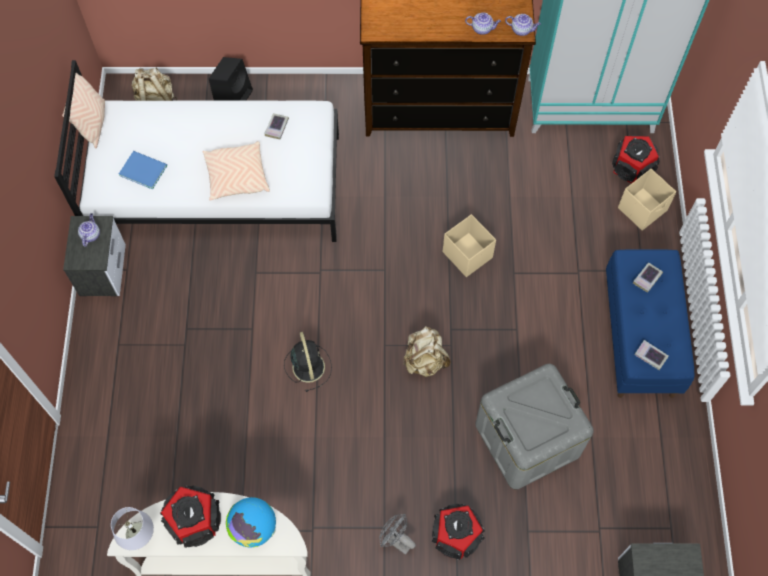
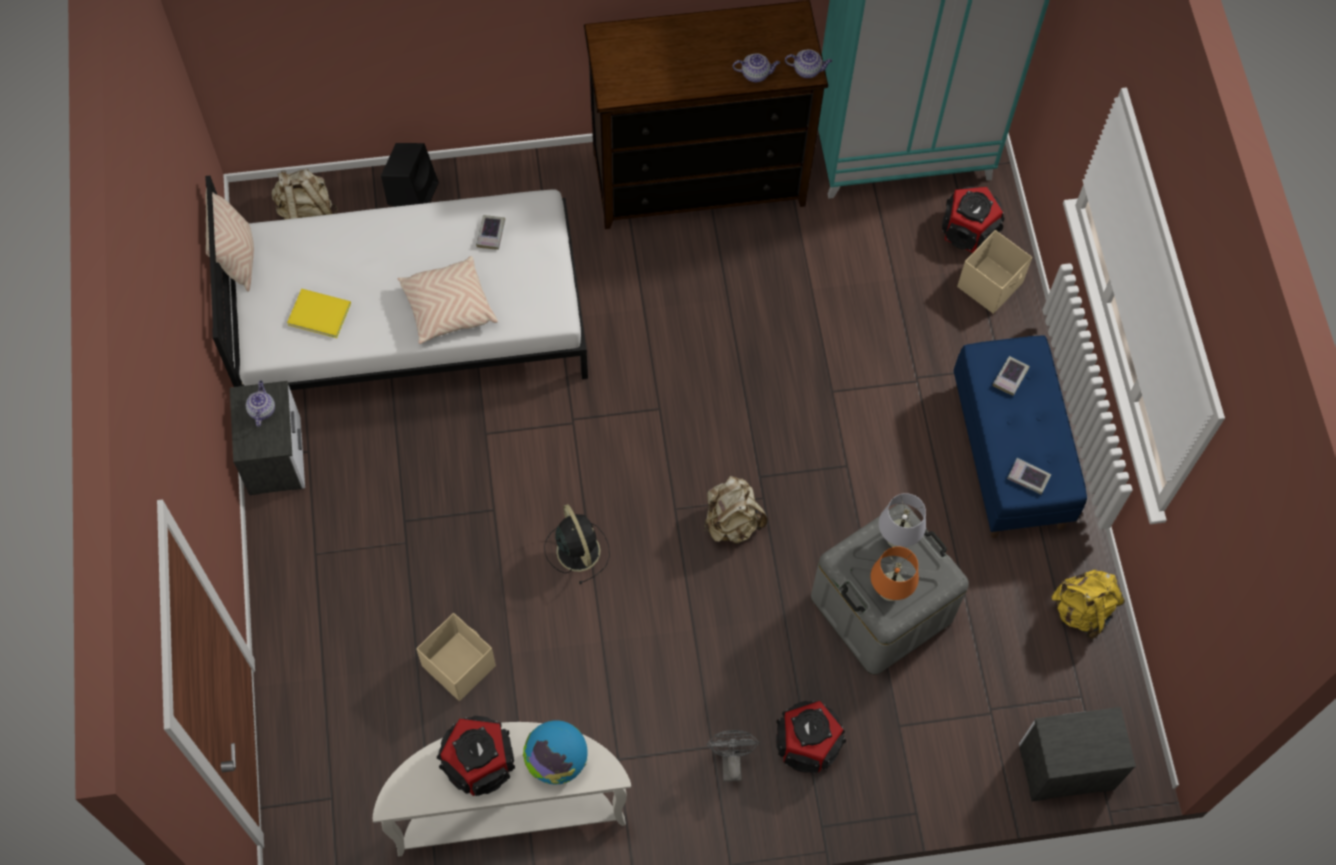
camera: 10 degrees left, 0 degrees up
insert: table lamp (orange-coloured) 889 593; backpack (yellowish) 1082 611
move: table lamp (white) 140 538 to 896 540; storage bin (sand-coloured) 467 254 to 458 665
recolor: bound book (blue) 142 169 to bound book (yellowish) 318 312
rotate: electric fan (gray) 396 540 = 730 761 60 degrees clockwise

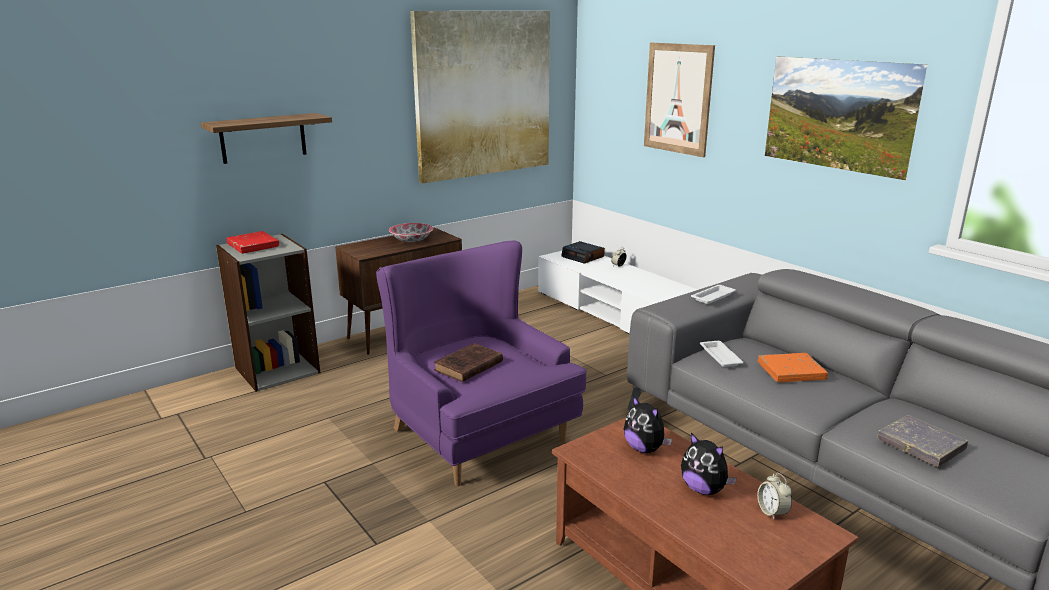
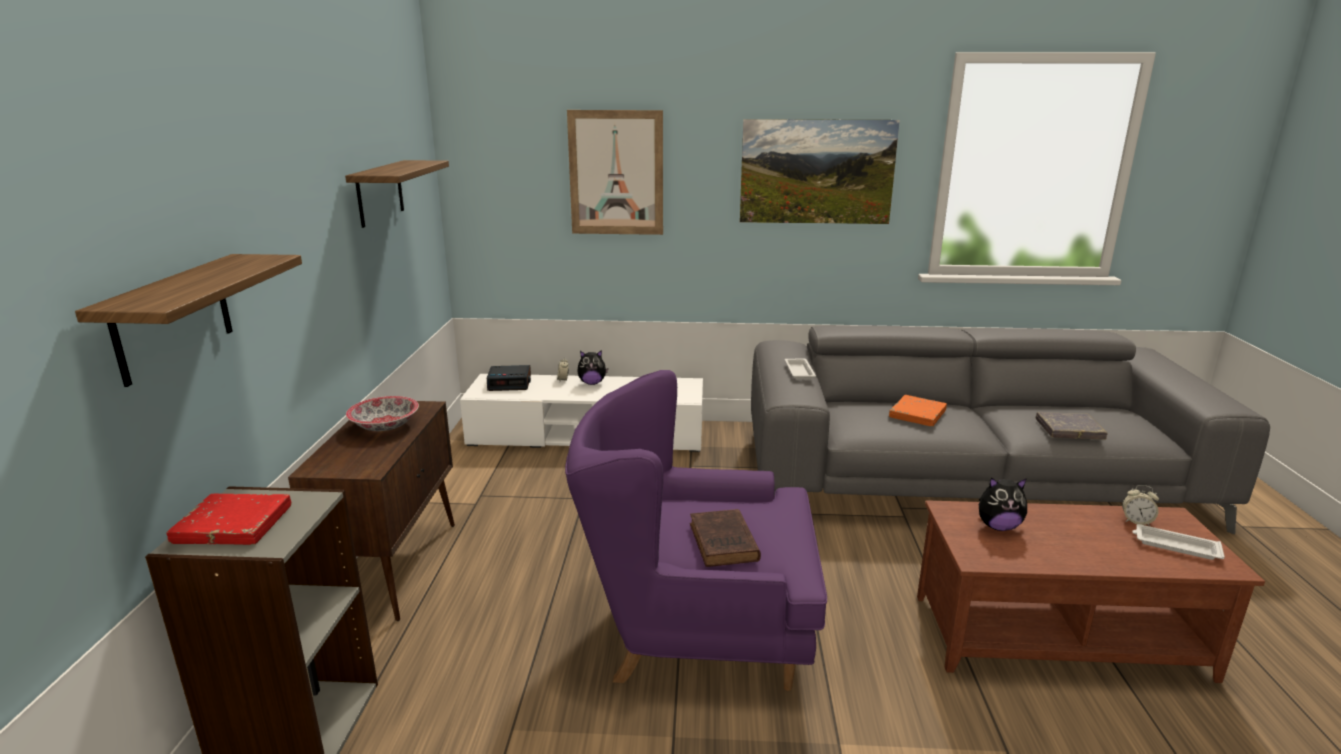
camera: 50 degrees left, 0 degrees up
move: soft toy 704 489 to 592 383; tray (white) 719 356 to 1175 546
replace: wall picture 483 94 to shelf 380 193

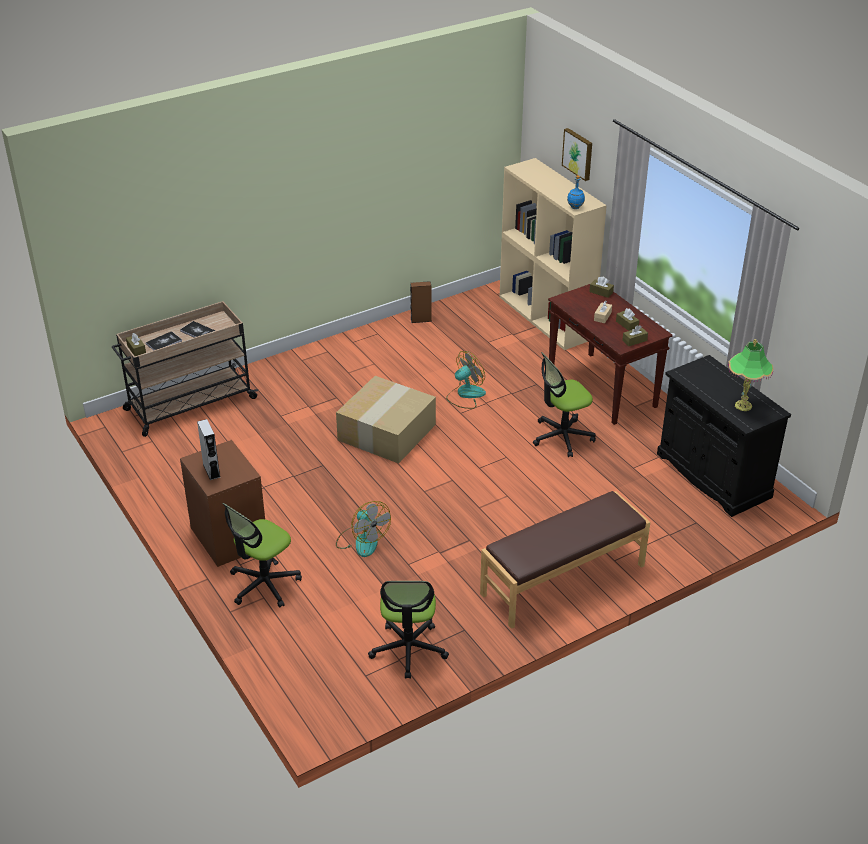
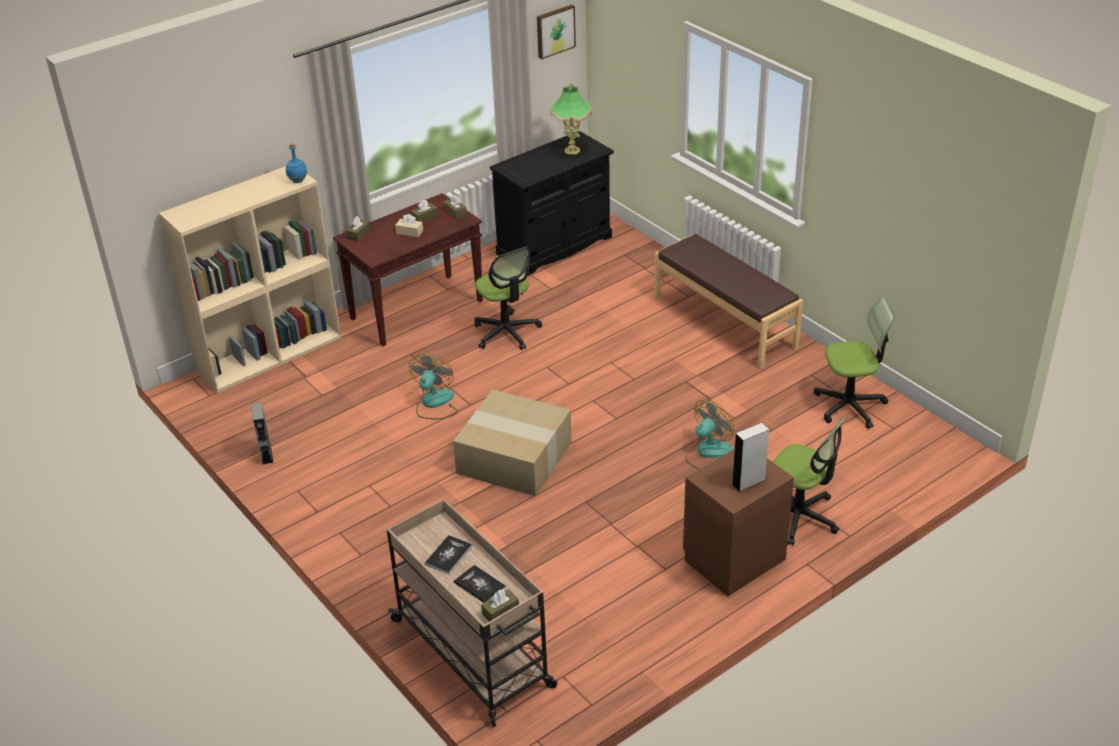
camera: 95 degrees left, 0 degrees up
move: wall picture 578 153 to 554 31
recolor: loudspeaker (brown) 421 320 to loudspeaker (gray) 266 455
rotate: electric fan 465 395 = 434 404 60 degrees clockwise

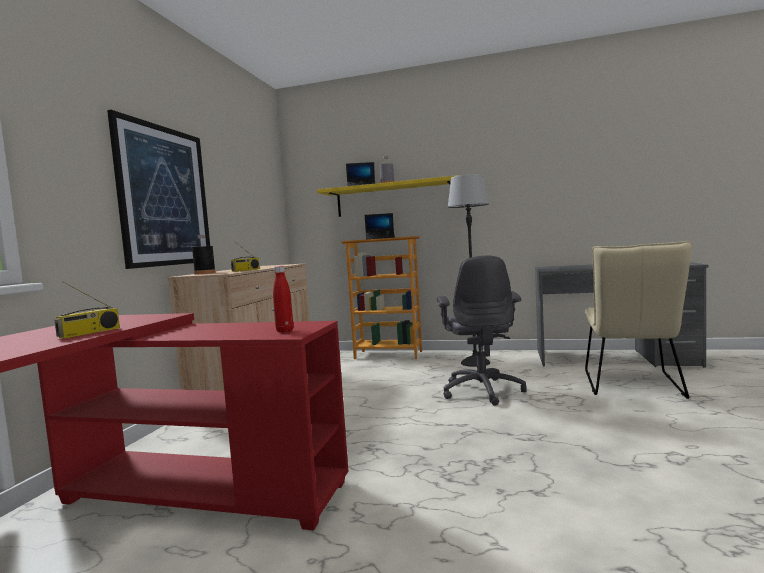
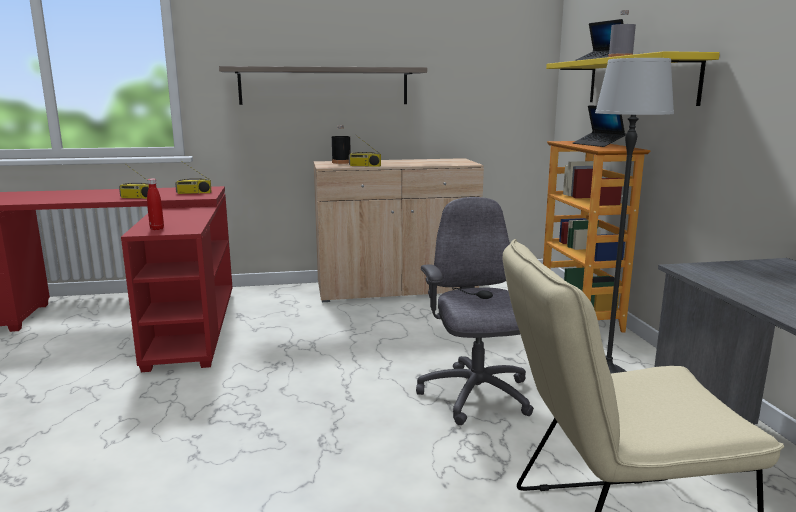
camera: 65 degrees right, 10 degrees up
insert: radio 193 193
replace: wall picture 165 196 to shelf 324 86
rotate: computer chair (gray) 482 390 = 476 396 105 degrees clockwise

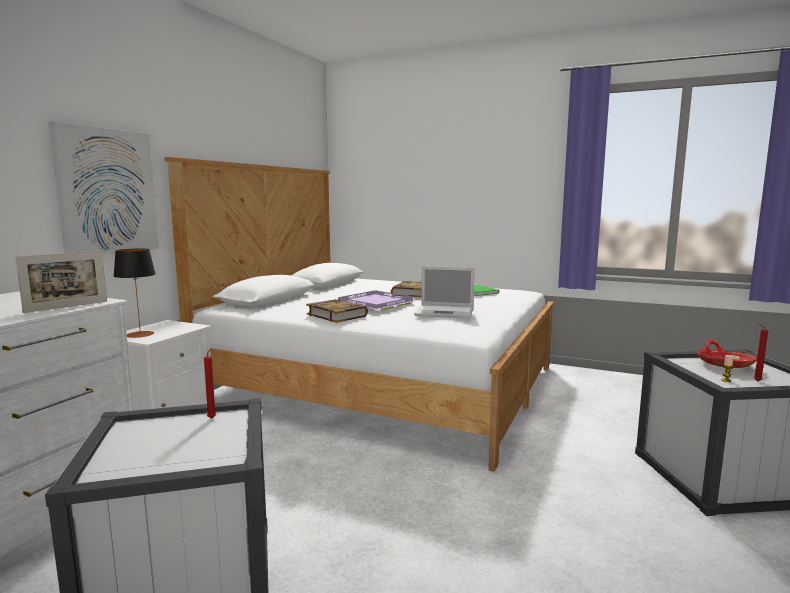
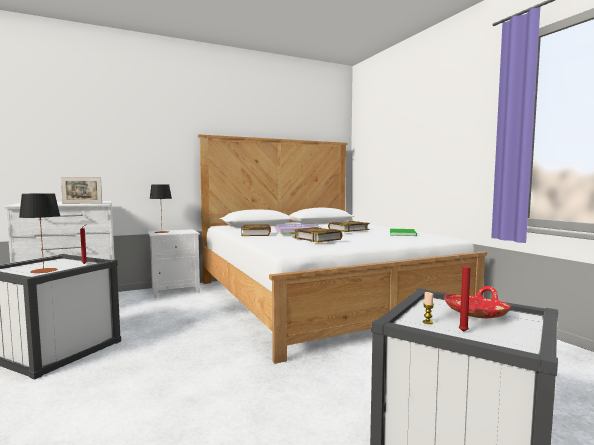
camera: 40 degrees right, 5 degrees down
delete: wall picture 108 191
insert: table lamp 43 270
replace: laptop 446 312 to bound book 317 238

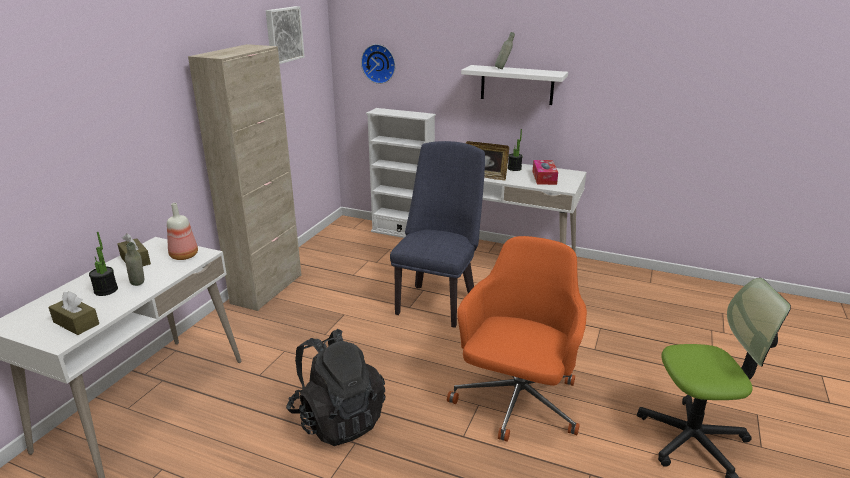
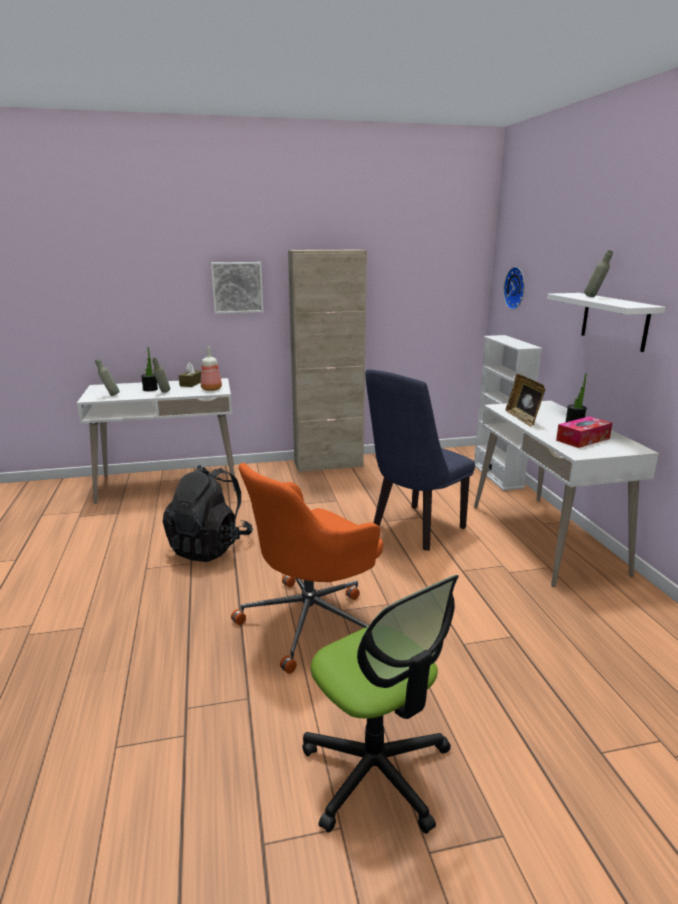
camera: 55 degrees right, 5 degrees down
move: wall picture 283 34 to 237 287
replace: tissue holder (brown) 76 323 to beverage bottle (gray) 110 395
rotate: upright chair (blue) 438 301 = 414 529 150 degrees clockwise; computer chair (orange-coloured) 516 403 = 312 620 150 degrees clockwise

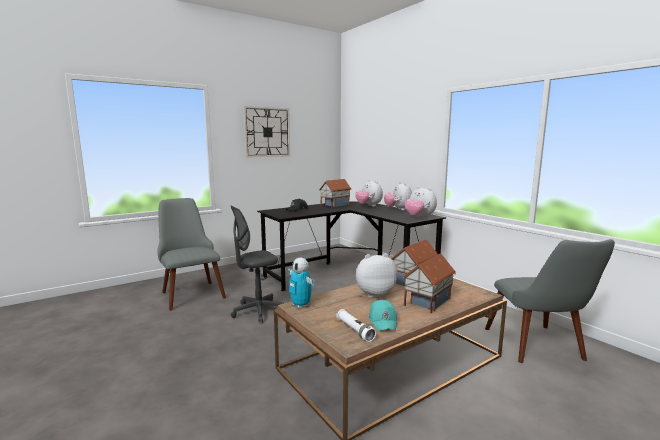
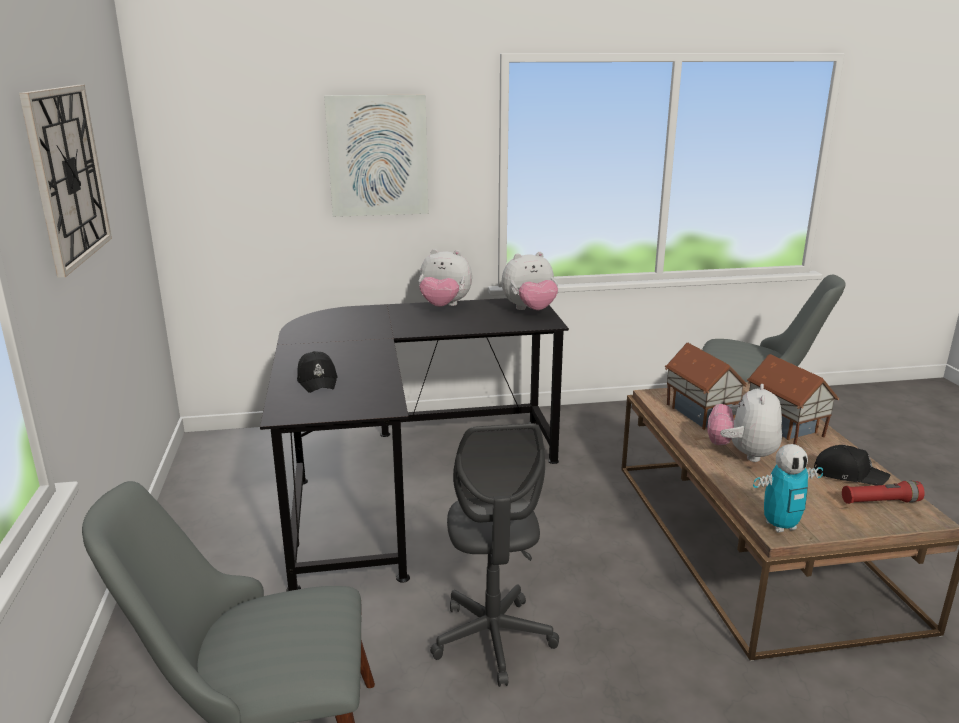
camera: 65 degrees left, 10 degrees up
delete: toy house 334 205; soft toy 369 206
insert: wall picture 377 156
recolor: torch (white) 355 330 to torch (red) 880 502; peaked cap (turquoise) 383 321 to peaked cap (black) 848 474

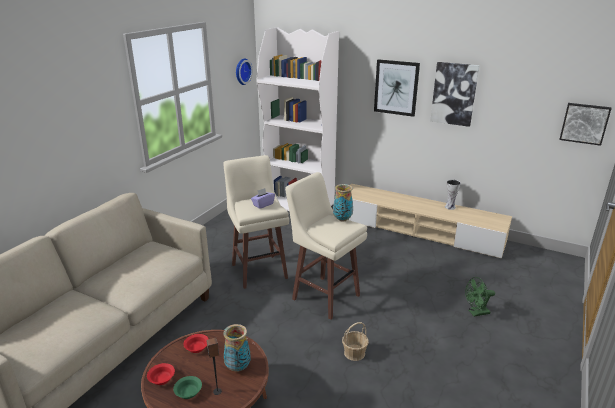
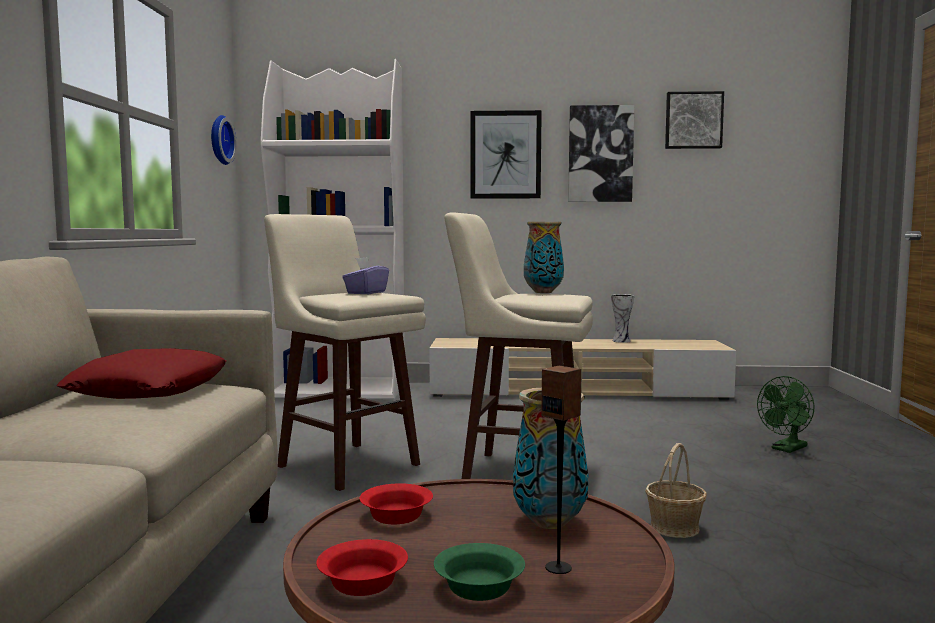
camera: 25 degrees left, 20 degrees down
insert: cushion (red) 149 389
move: wall picture 584 123 to 693 120

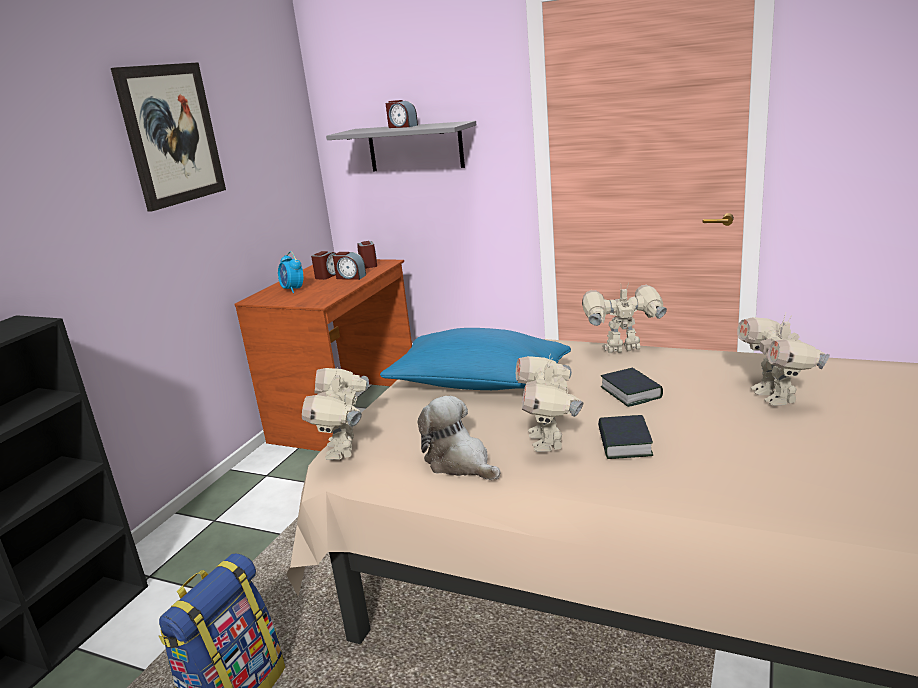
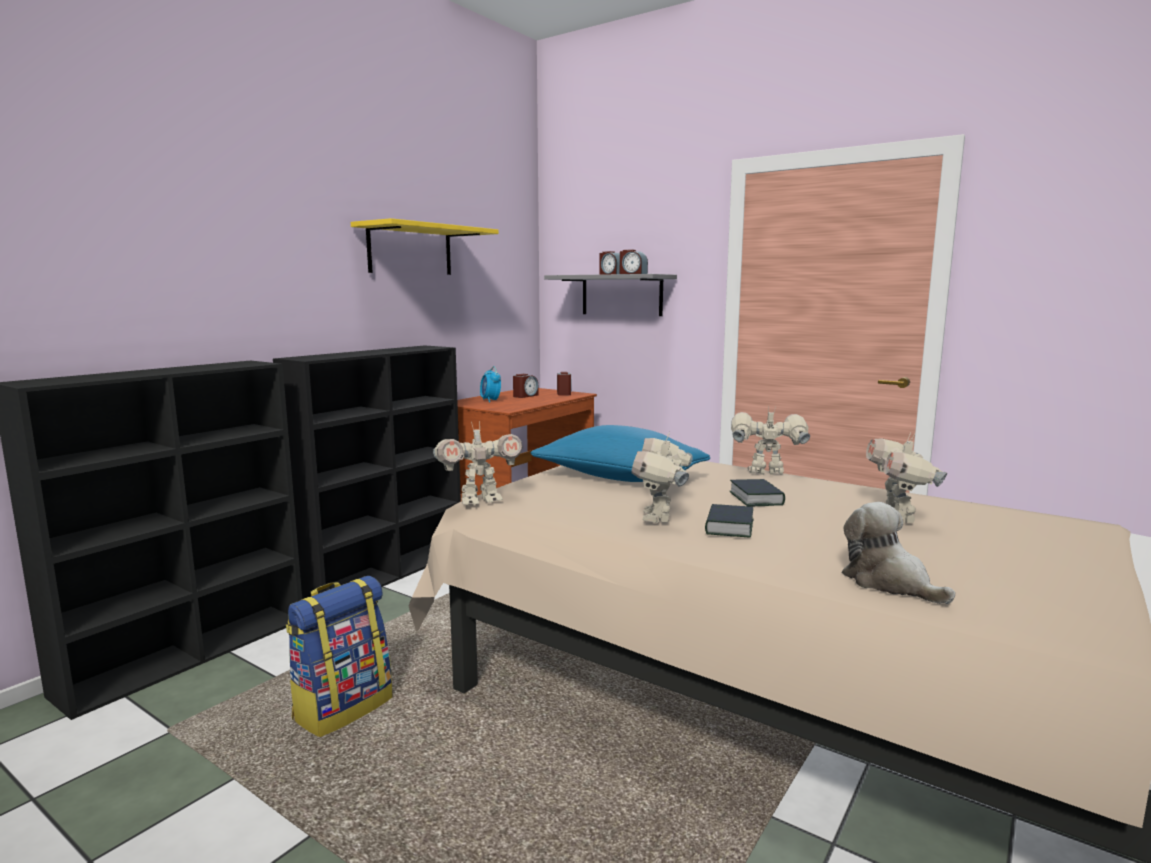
camera: 10 degrees right, 10 degrees down
insert: shelving unit (black) 386 573
move: table clock 350 277 to 632 274; soft toy 460 463 to 889 583
replace: wall picture 171 135 to shelf (yellowish) 410 250
rotate: model robot 344 449 = 479 500 120 degrees counterclockwise

